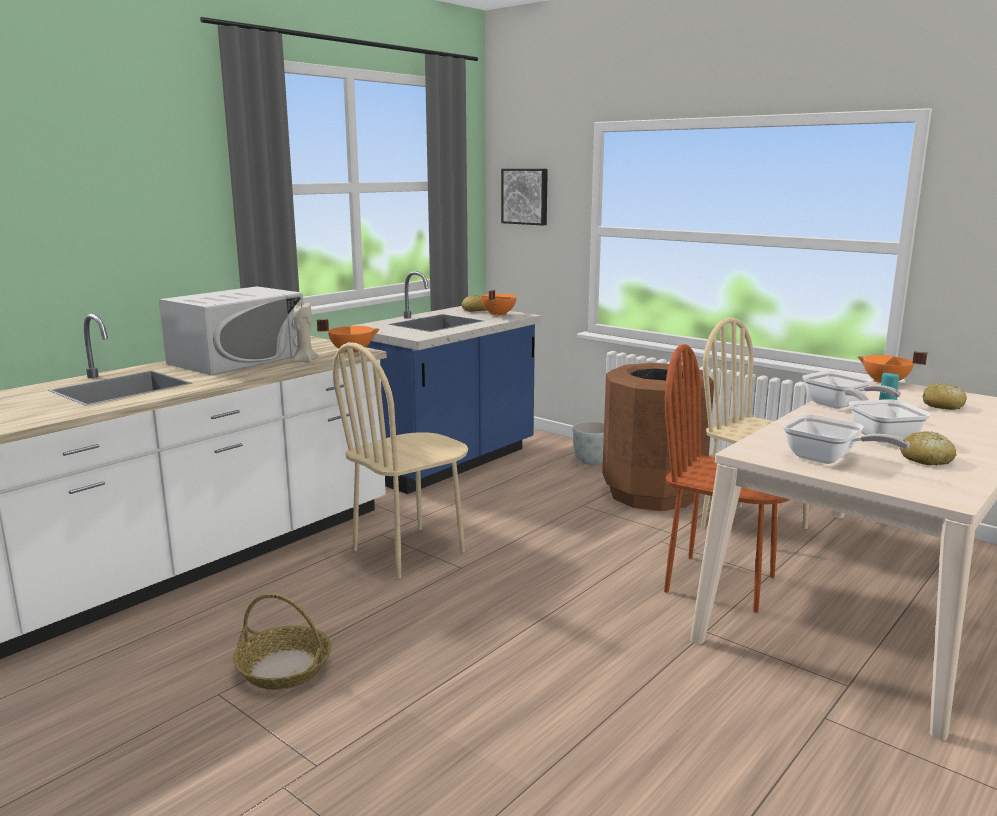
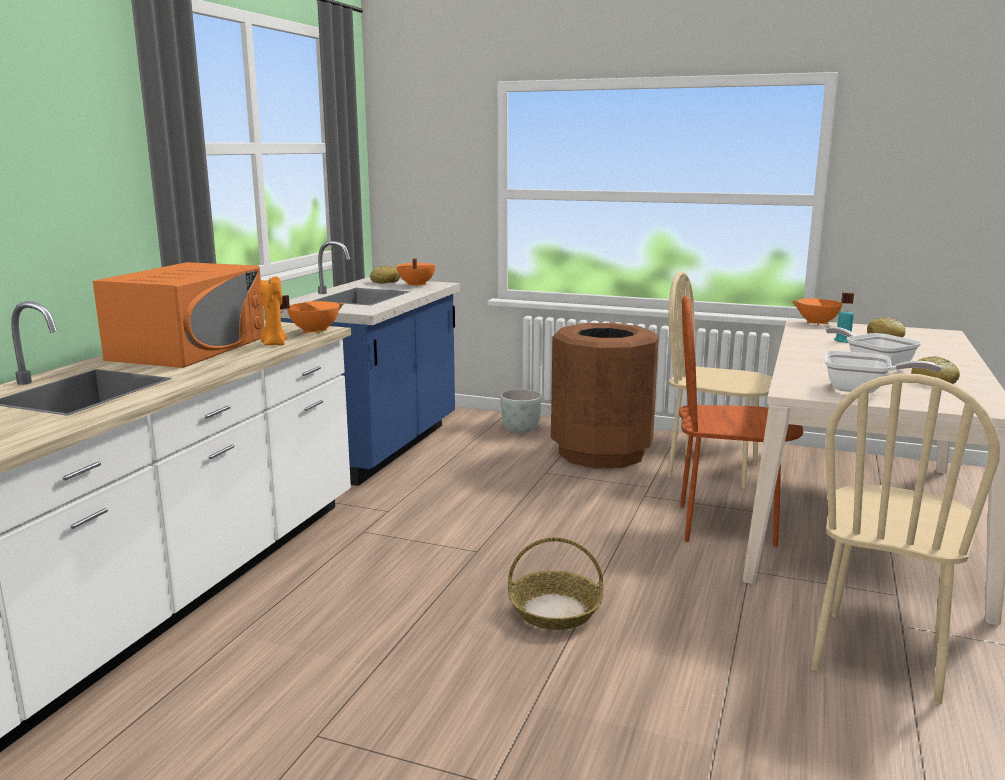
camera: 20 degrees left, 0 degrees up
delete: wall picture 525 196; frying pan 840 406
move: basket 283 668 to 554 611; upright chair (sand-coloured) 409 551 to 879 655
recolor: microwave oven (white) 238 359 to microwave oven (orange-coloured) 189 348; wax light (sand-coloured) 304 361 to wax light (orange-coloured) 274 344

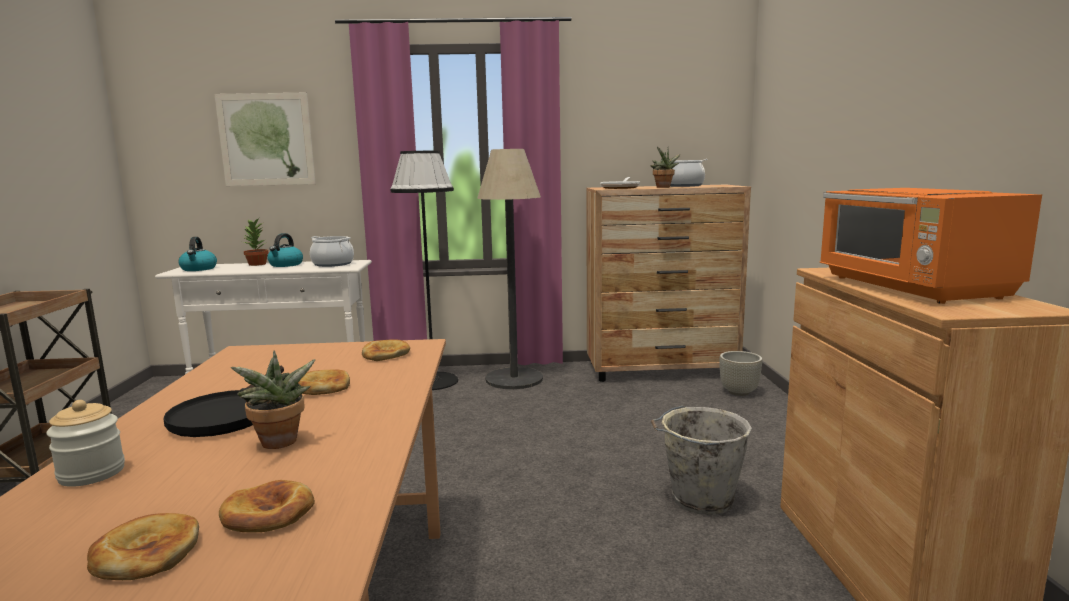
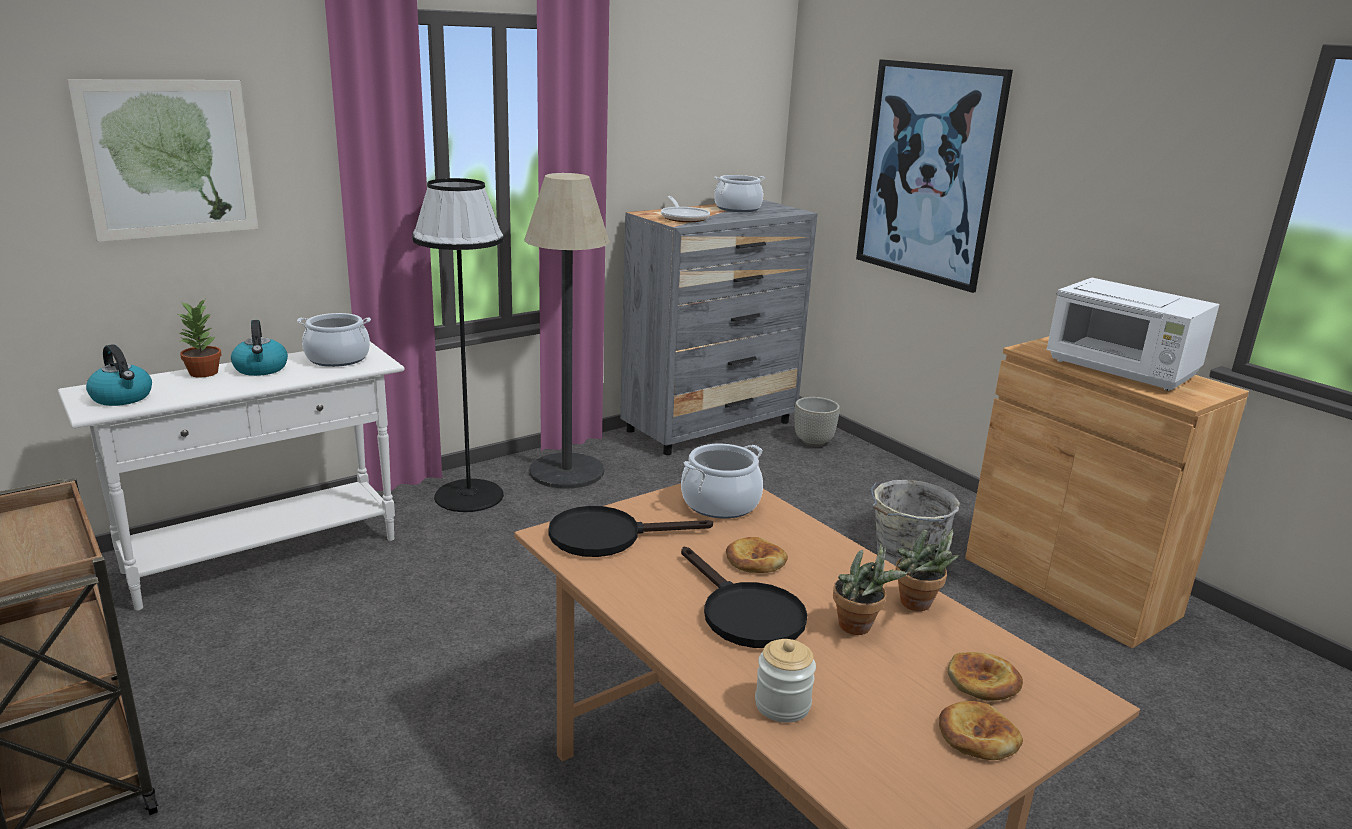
camera: 35 degrees left, 10 degrees up
insert: frying pan (black) 608 536; wall picture 928 173
move: houseplant 663 187 to 919 605
replace: baked bread 386 354 to stockpot 720 503
recolor: dresser (brown) 661 369 to dresser (gray) 711 426; microwave oven (orange-coloured) 912 288 to microwave oven (white) 1122 370

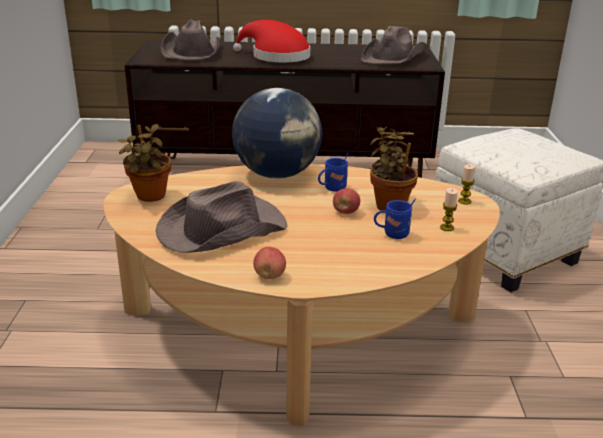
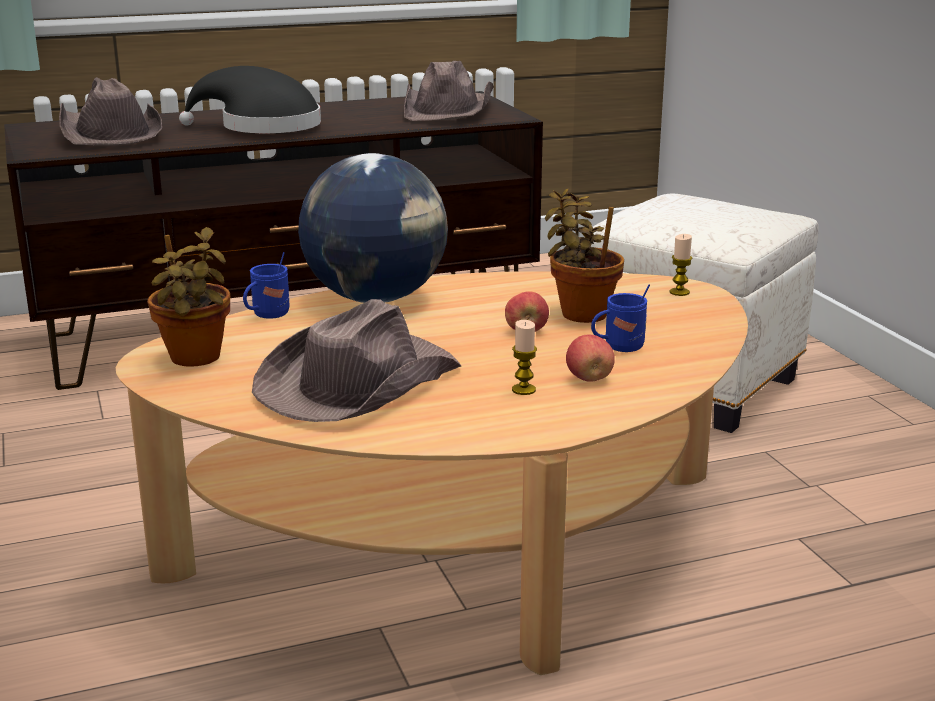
camera: 20 degrees left, 5 degrees down
move: apple fruit 269 276 to 589 379; tea mug (blue) 332 189 to 267 316; wax light 447 227 to 523 390
recolor: wearable hat (red) 276 57 to wearable hat (black) 262 127

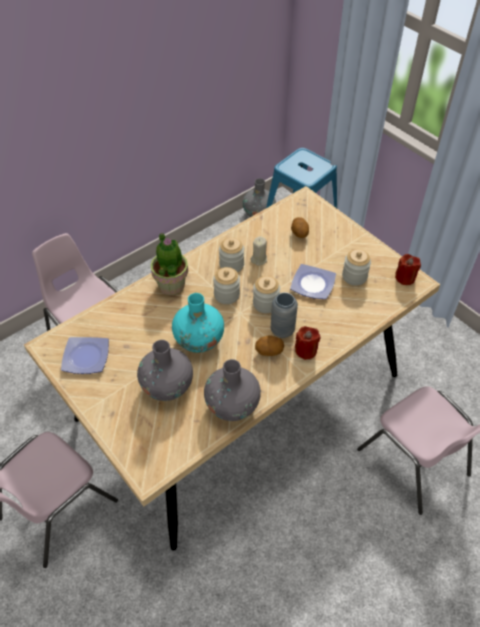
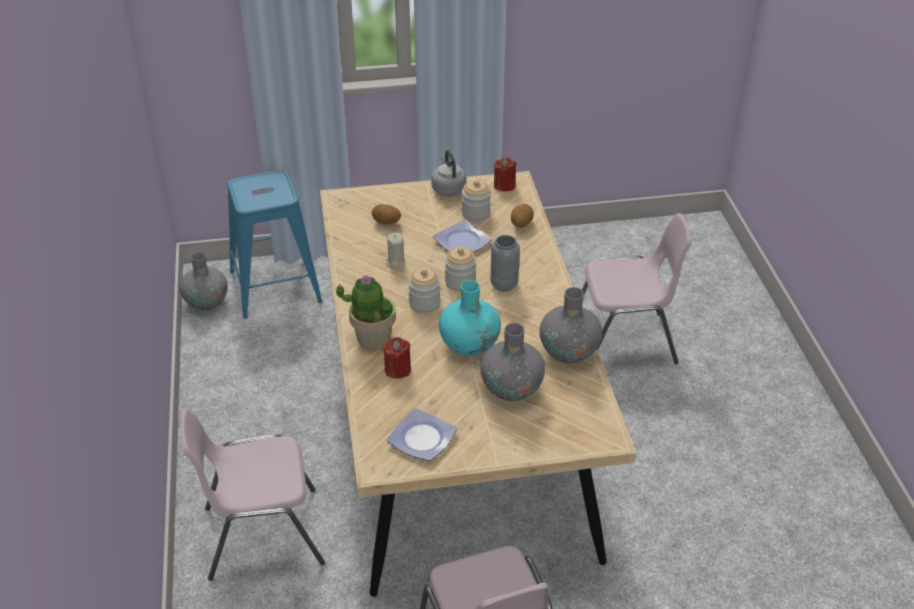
camera: 60 degrees left, 10 degrees down
delete: preserve jar 231 265
insert: water kettle (gray) 448 189
move: whole potato 269 352 to 521 224; wax light (red) 306 350 to 397 369

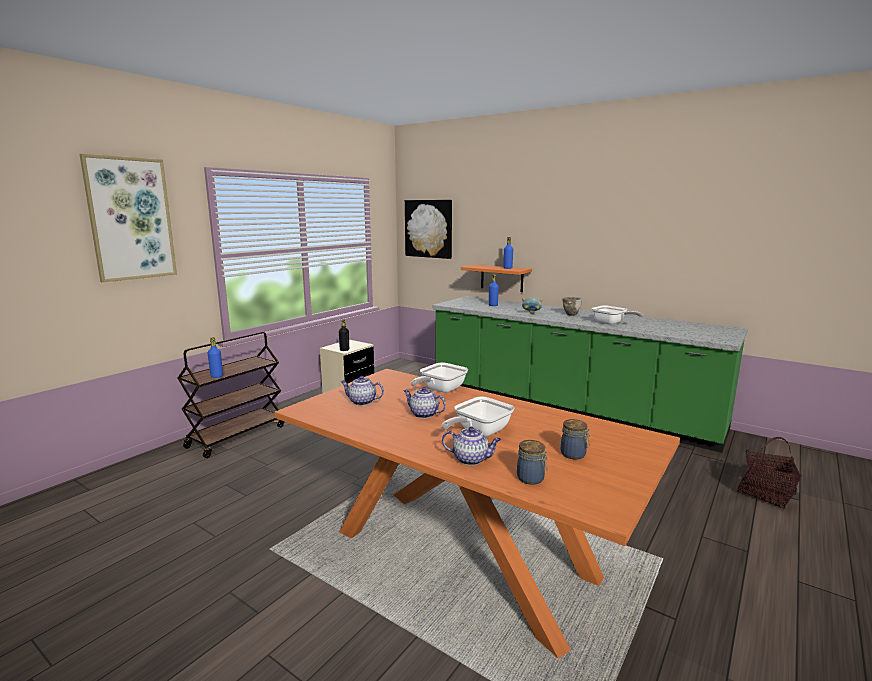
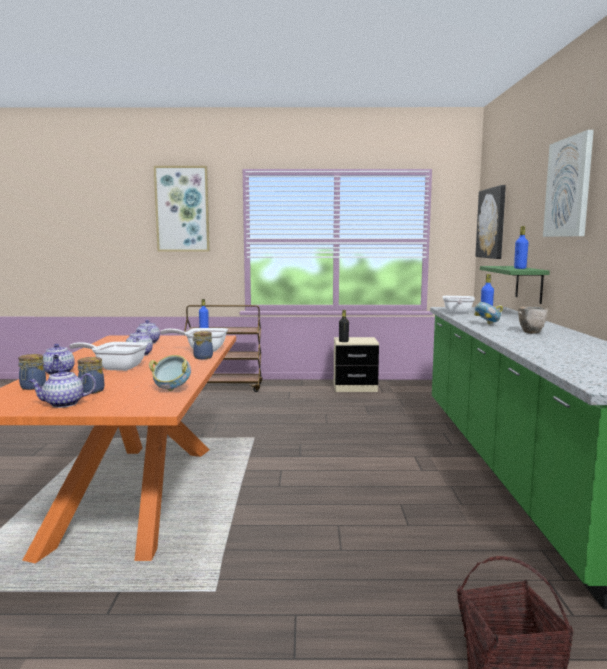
camera: 55 degrees right, 5 degrees down
insert: teapot 63 404; deep dish 172 389; preserve jar 202 357; wall picture 568 187
move: frying pan 611 323 to 457 313
recolor: shelf (orange-coloured) 501 278 to shelf (green) 529 284

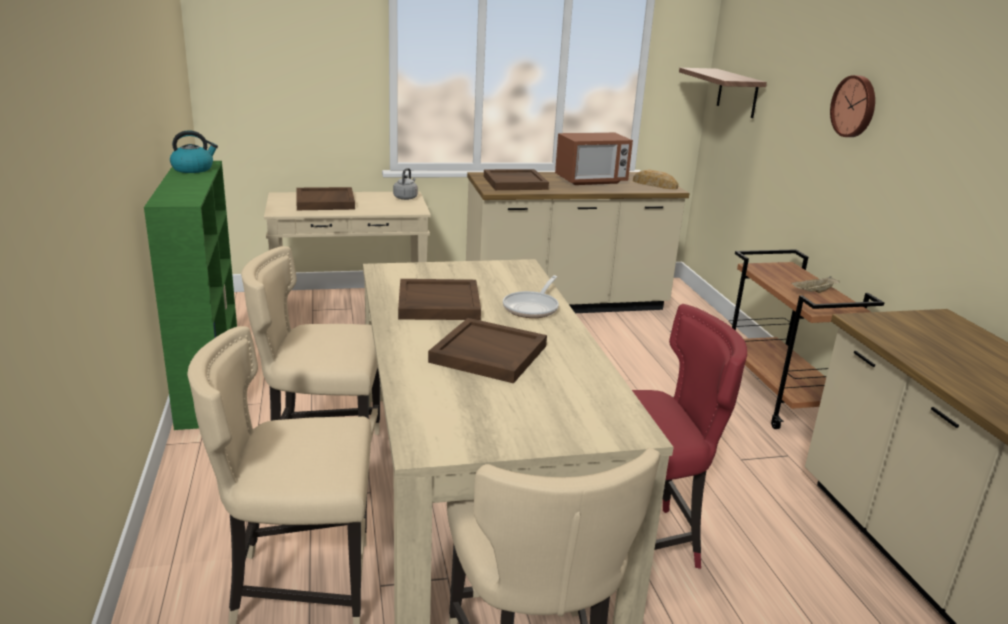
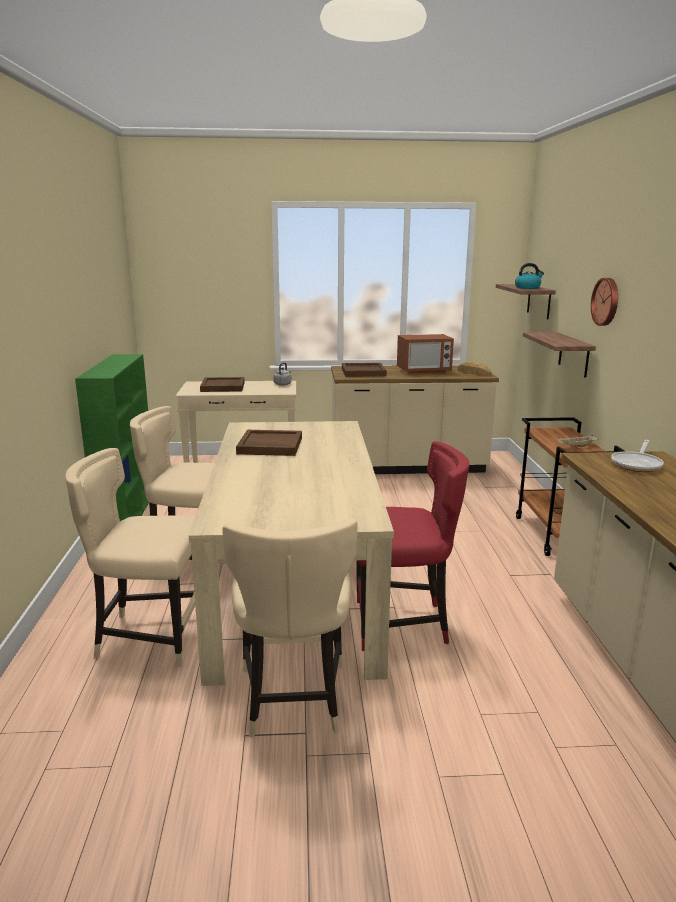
camera: 10 degrees right, 5 degrees down
delete: tray (brown) 487 354
insert: shelf 574 354
move: water kettle 193 169 to 528 288; frying pan 532 307 to 637 464

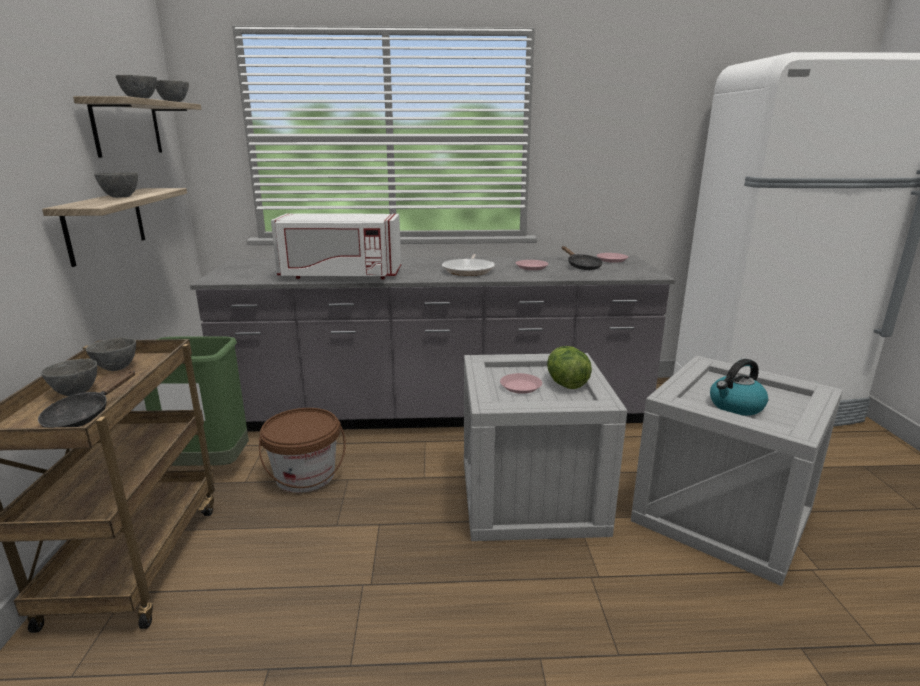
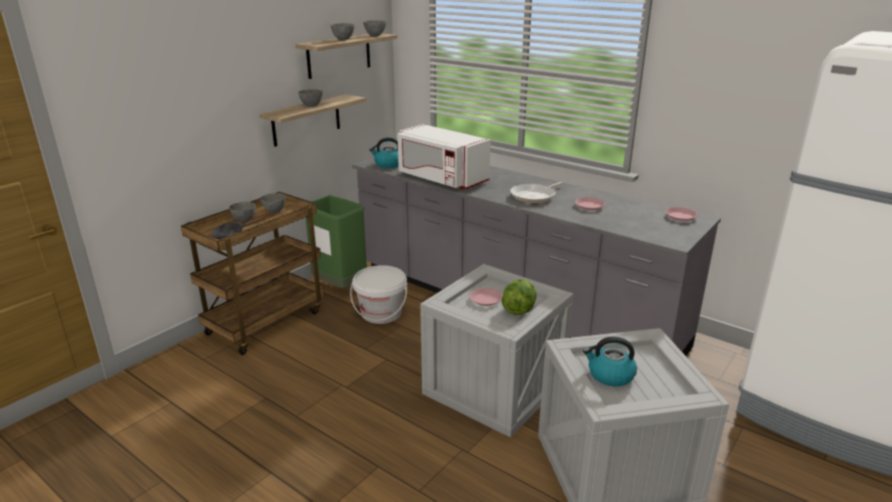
camera: 40 degrees right, 5 degrees up
delete: frying pan (black) 581 266
insert: water kettle 388 164
recolor: bucket (brown) 305 476 to bucket (white) 381 313

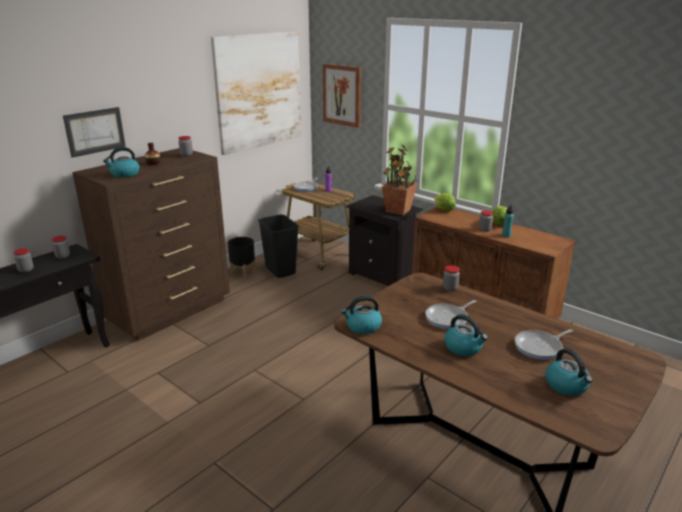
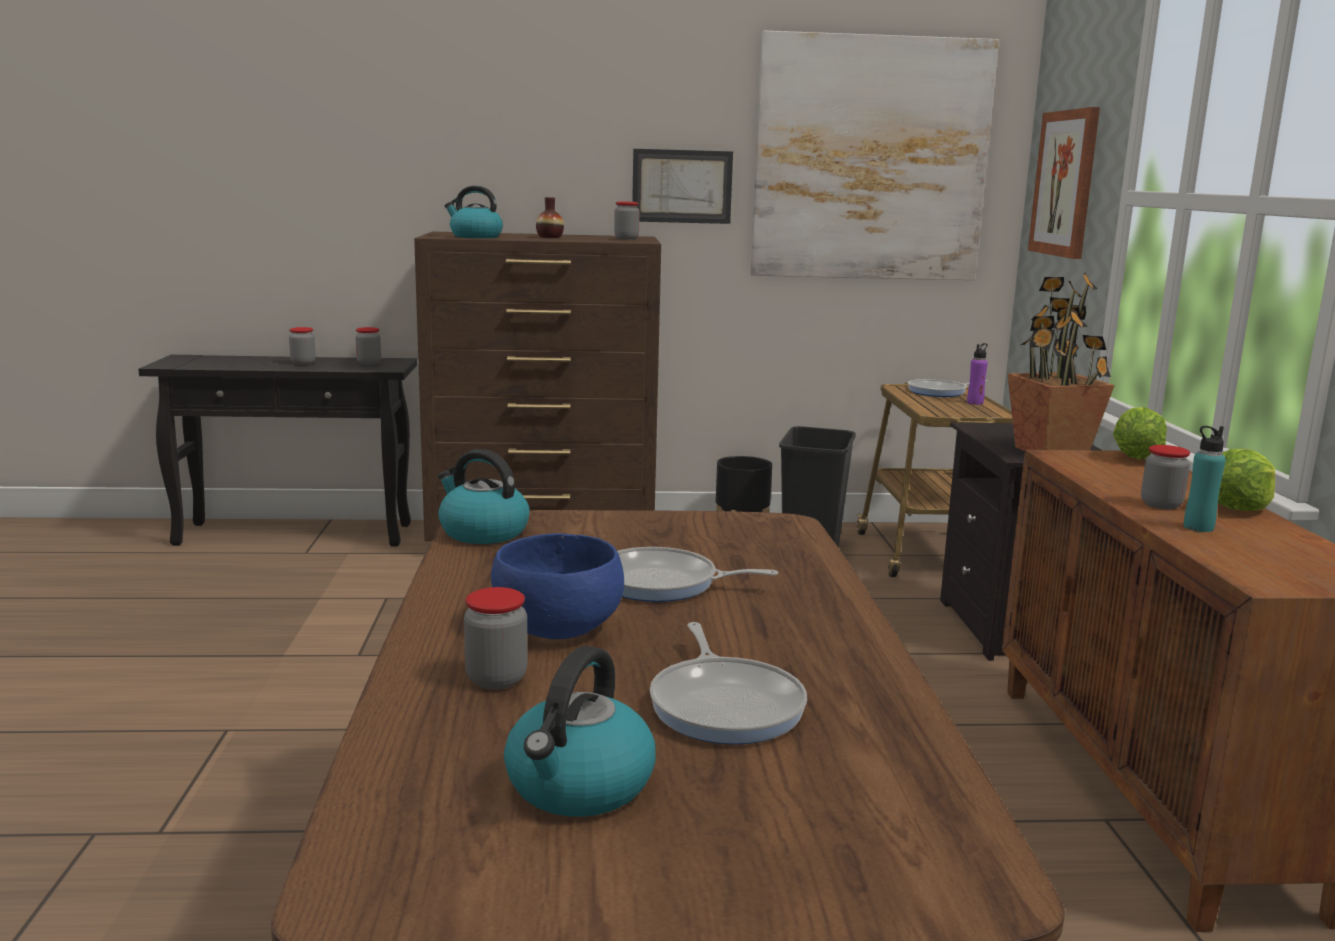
camera: 45 degrees right, 10 degrees down
move: wall picture 95 131 to 682 186; preserve jar 450 288 to 496 679
replace: water kettle 463 347 to deep dish (blue) 559 627
rotate: frying pan 540 347 = 725 705 120 degrees counterclockwise

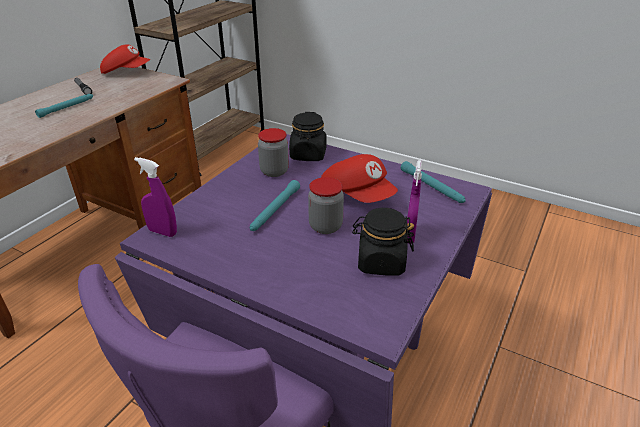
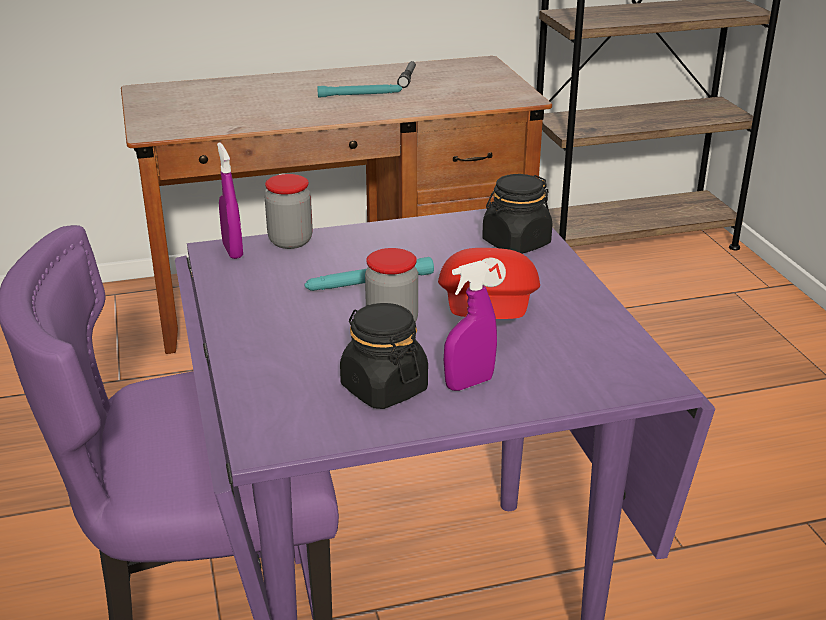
camera: 45 degrees right, 5 degrees down
delete: peaked cap (red) 126 72; torch (turquoise) 432 187
move: preserve jar 274 171 to 290 241

